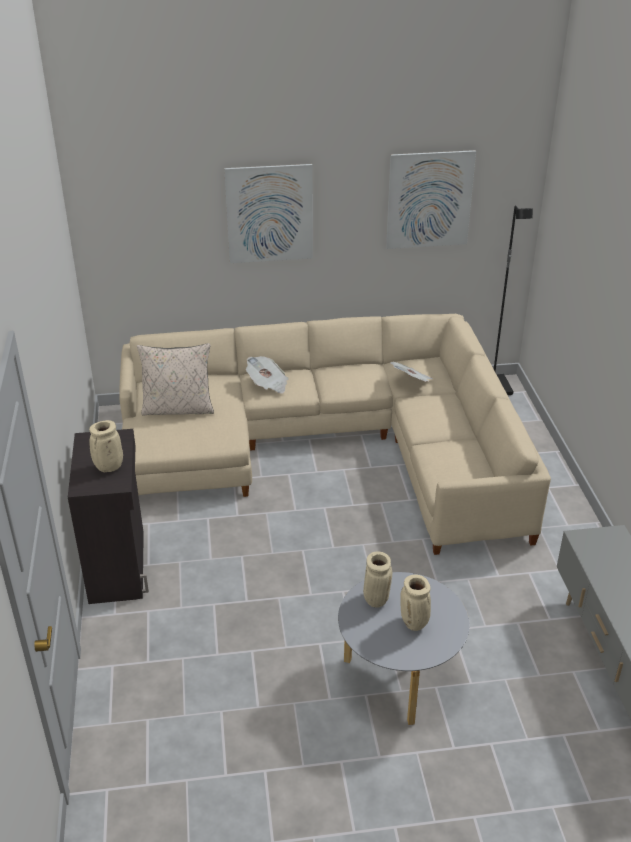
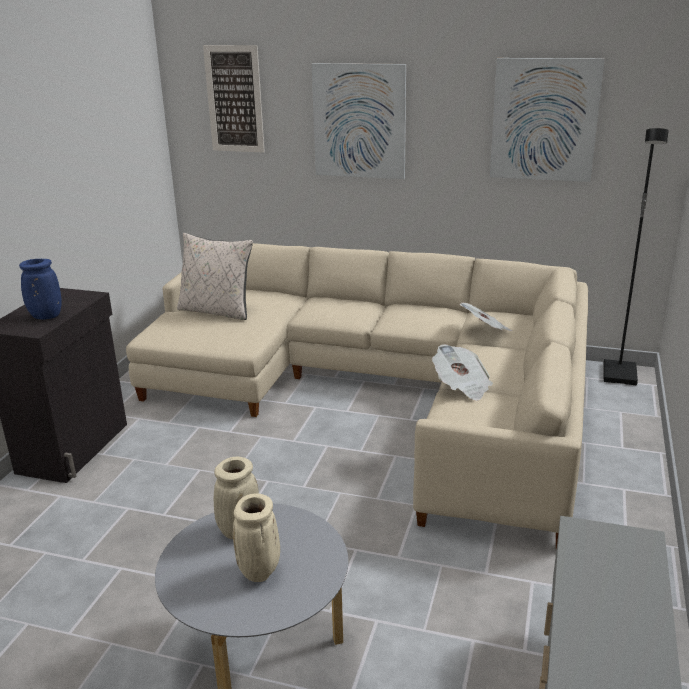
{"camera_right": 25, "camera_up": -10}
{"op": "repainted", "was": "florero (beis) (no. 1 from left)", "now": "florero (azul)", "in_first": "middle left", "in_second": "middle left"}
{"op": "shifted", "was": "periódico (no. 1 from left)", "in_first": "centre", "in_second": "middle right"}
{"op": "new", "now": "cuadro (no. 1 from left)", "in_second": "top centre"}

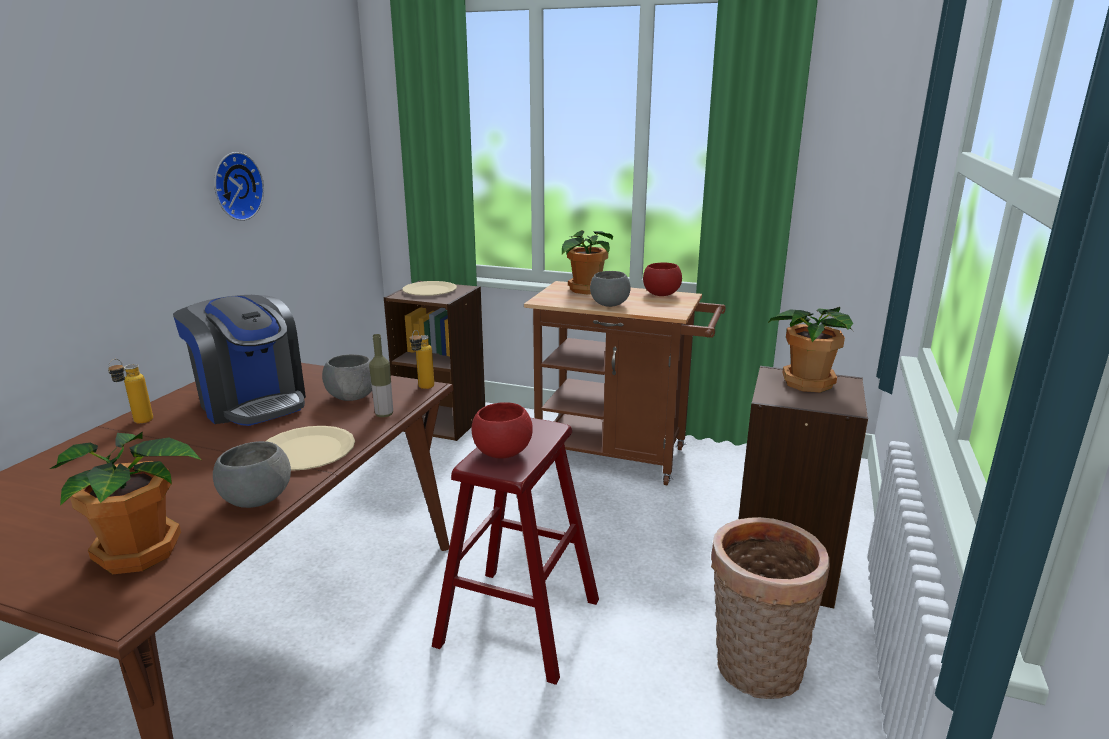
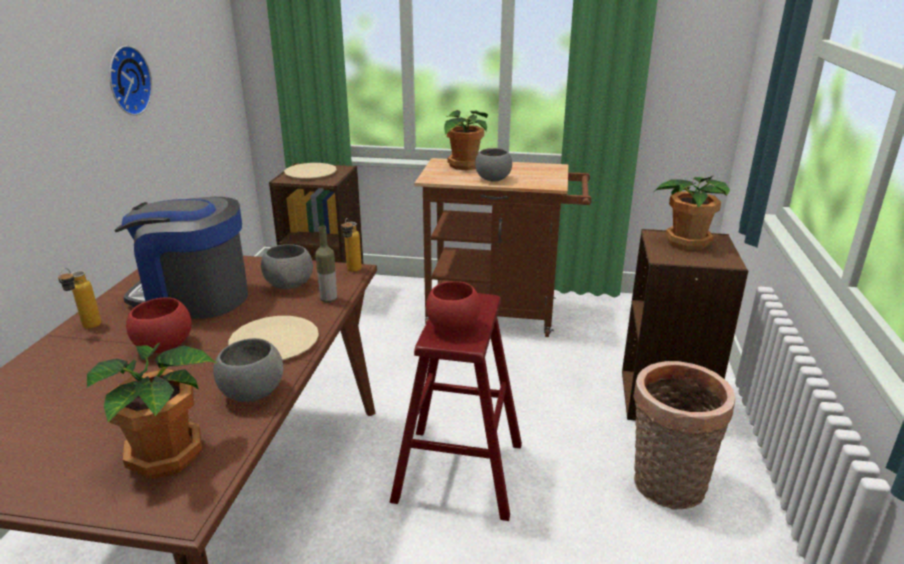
{"camera_right": -10, "camera_up": 5}
{"op": "rotated", "was": "cafetera", "in_first": "middle left", "in_second": "middle left", "clockwise": 150}
{"op": "shifted", "was": "cuenco (rojo) (no. 2 from left in the first image)", "now": "cuenco (rojo) (no. 1 from left)", "in_first": "centre", "in_second": "middle left"}

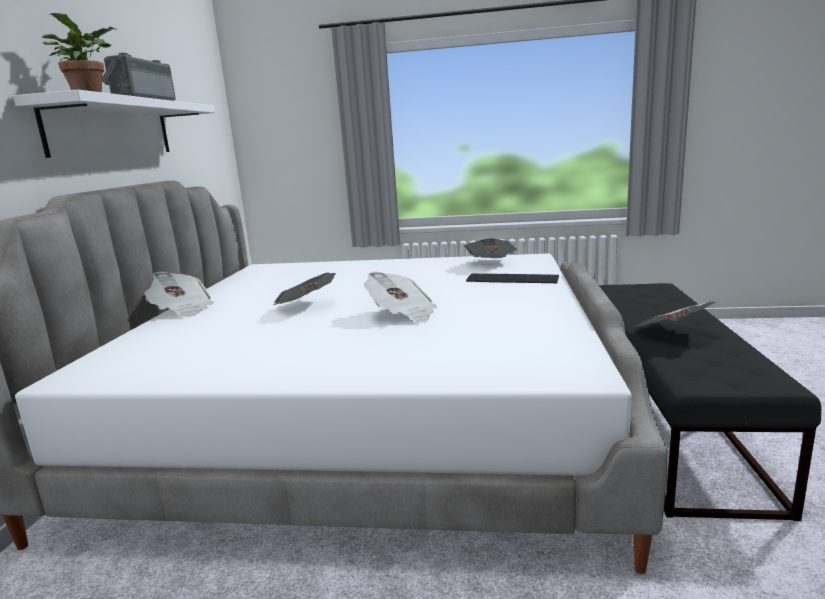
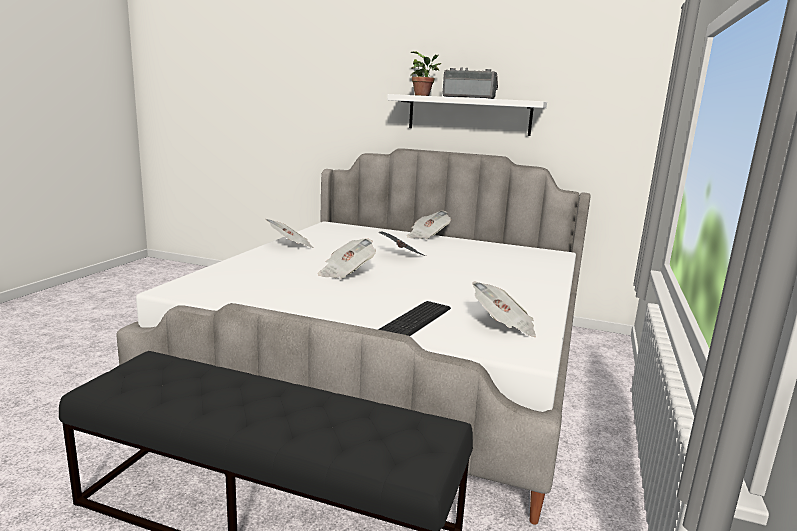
{"camera_right": 100, "camera_up": 0}
{"op": "shifted", "was": "periódico (no. 5 from left in the first image)", "now": "periódico (no. 1 from left)", "in_first": "middle right", "in_second": "centre"}

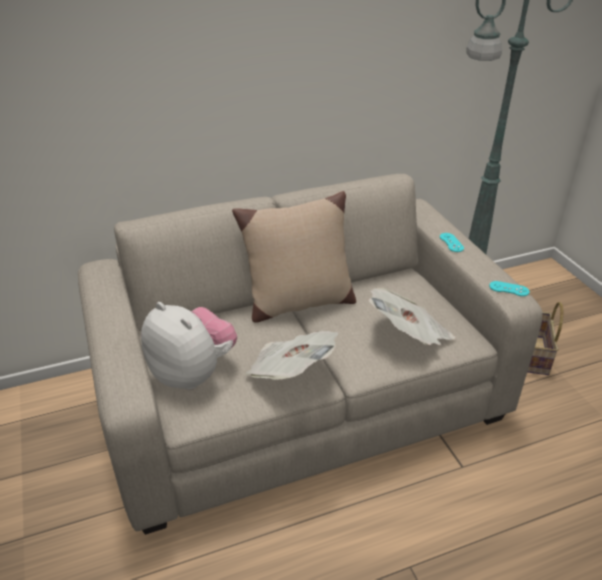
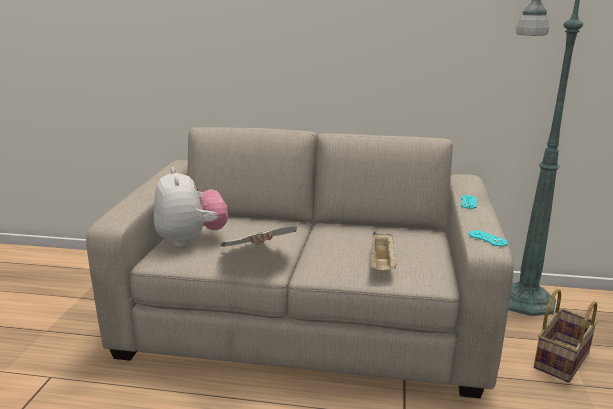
{"camera_right": 30, "camera_up": -15}
{"op": "gone", "was": "cojín (beis)", "in_first": "centre"}
{"op": "swapped", "was": "periódico (no. 2 from left)", "now": "bandeja (beis)", "in_first": "middle right", "in_second": "centre"}

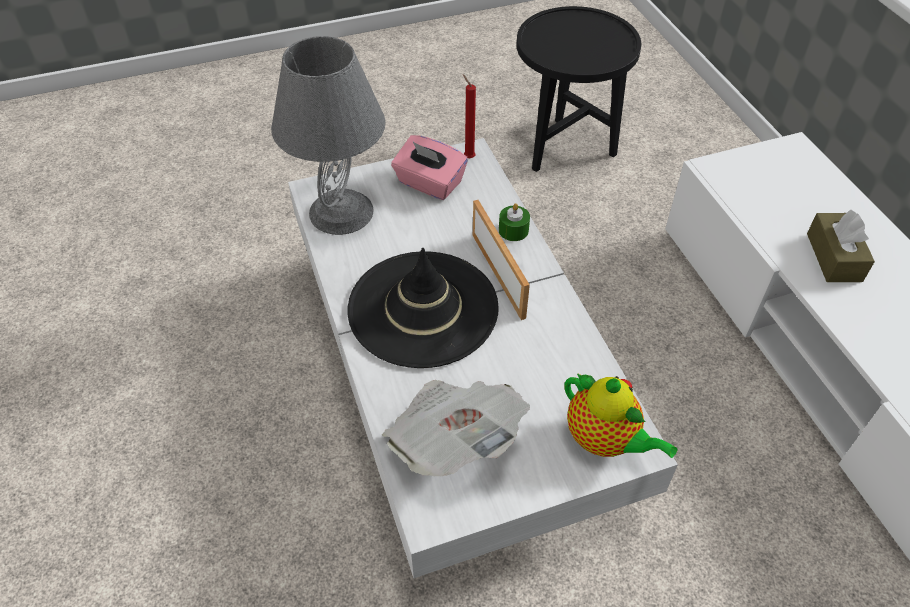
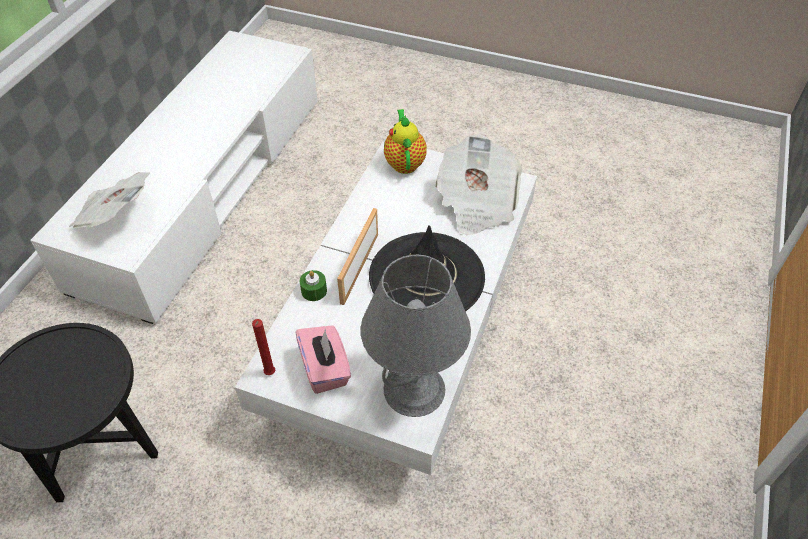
{"camera_right": -140, "camera_up": 0}
{"op": "gone", "was": "caja de pañuelos (marrón)", "in_first": "middle right"}
{"op": "new", "now": "periódico (no. 1 from left)", "in_second": "middle left"}

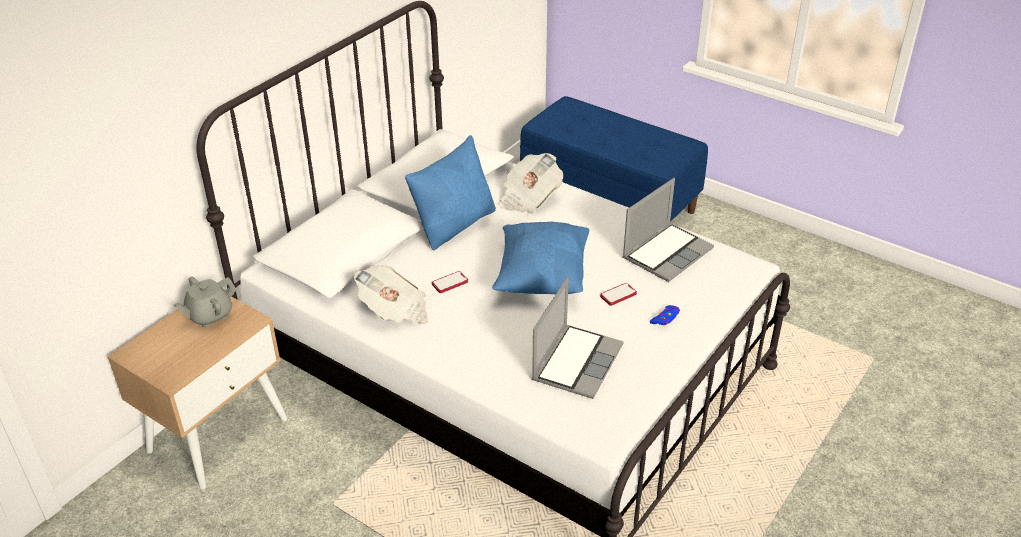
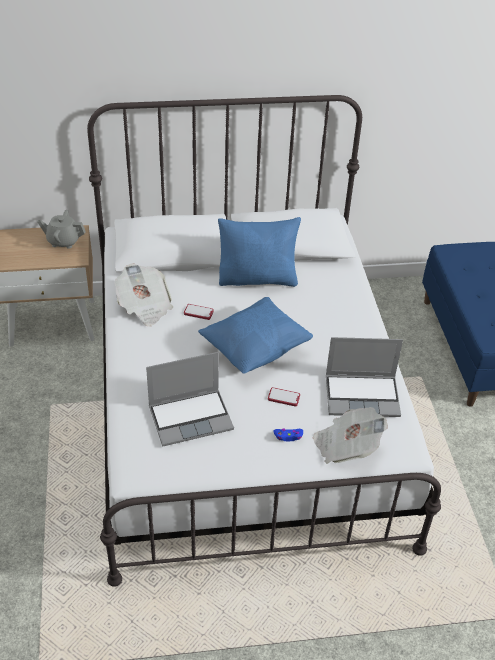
{"camera_right": 45, "camera_up": 5}
{"op": "shifted", "was": "periódico (no. 2 from left)", "in_first": "centre", "in_second": "middle right"}

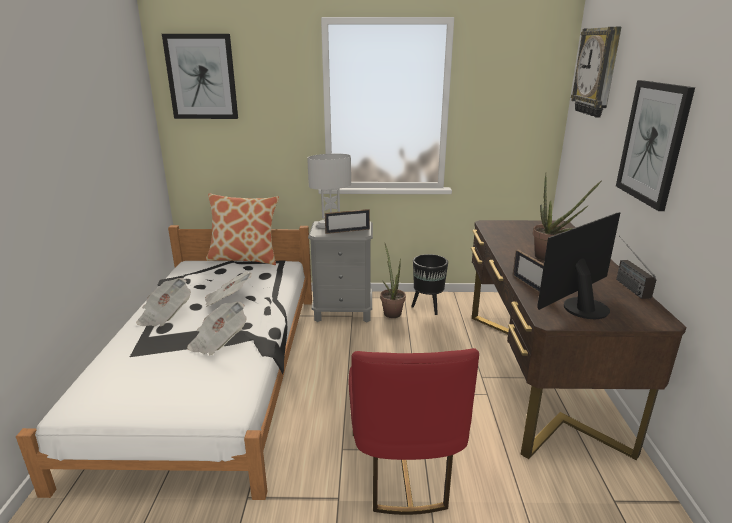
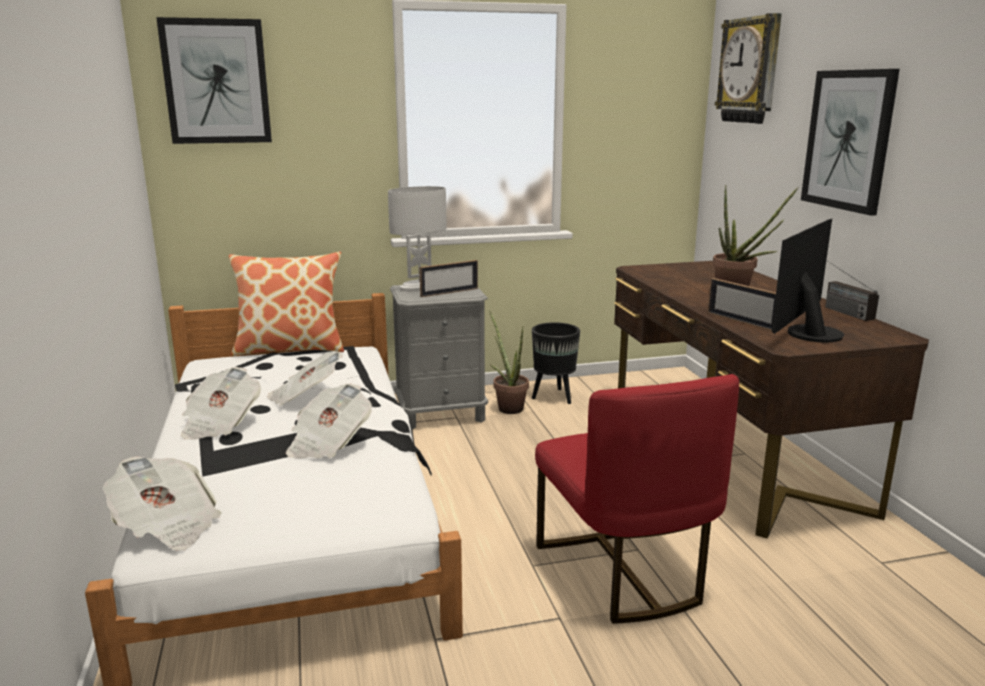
{"camera_right": -15, "camera_up": -5}
{"op": "new", "now": "periódico (no. 1 from left)", "in_second": "bottom left"}

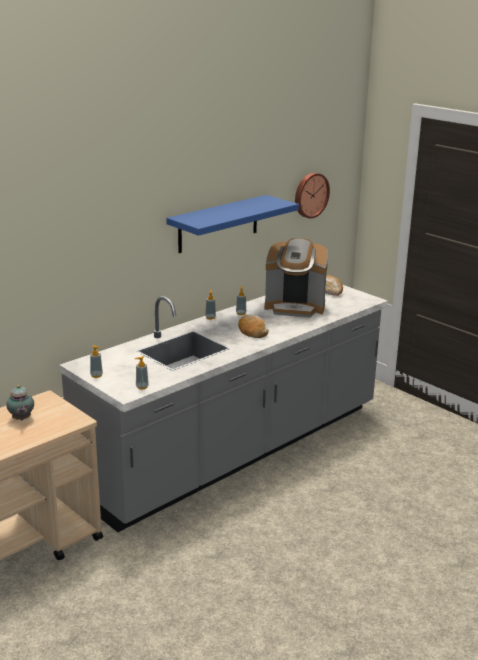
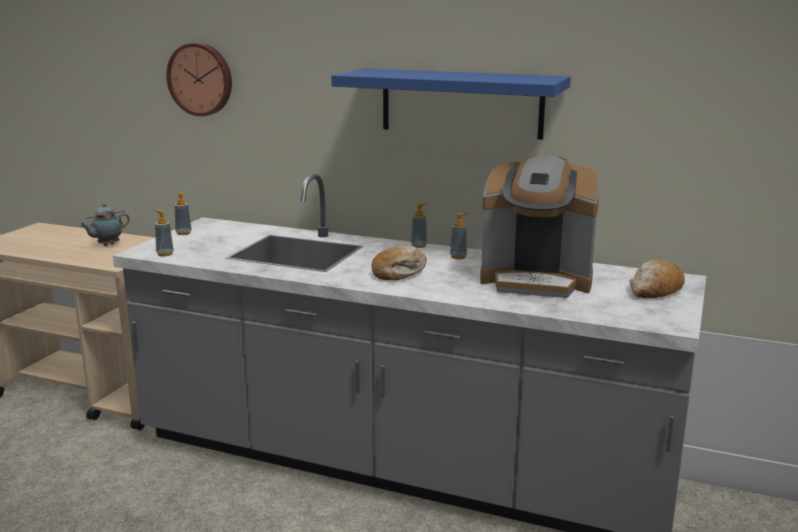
{"camera_right": 65, "camera_up": -5}
{"op": "rotated", "was": "cafetera", "in_first": "centre", "in_second": "middle right", "clockwise": -60}
{"op": "shifted", "was": "reloj de pared", "in_first": "top centre", "in_second": "top left"}

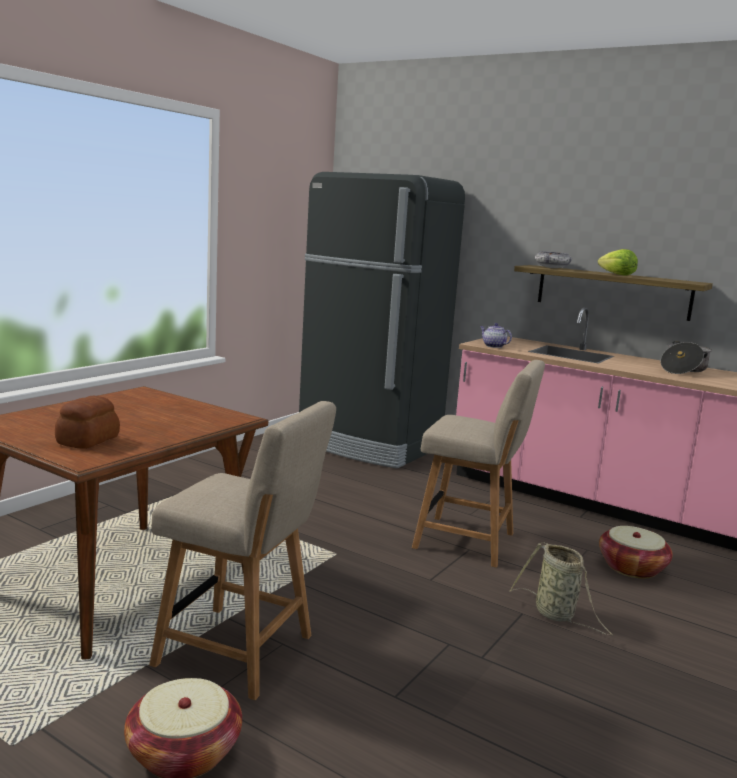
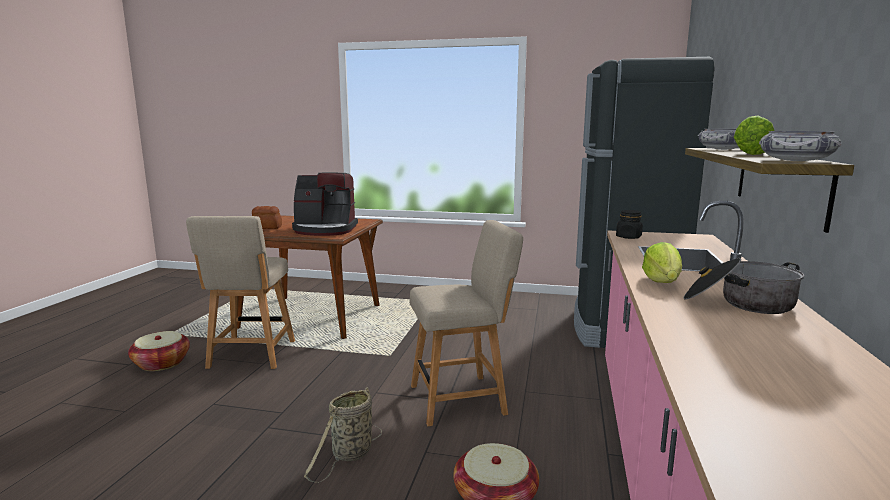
{"camera_right": 70, "camera_up": 0}
{"op": "rotated", "was": "silla (beis) (no. 2 from left)", "in_first": "centre", "in_second": "centre", "clockwise": -105}
{"op": "swapped", "was": "tetera", "now": "tarro (negro)", "in_first": "middle right", "in_second": "middle right"}
{"op": "new", "now": "cafetera", "in_second": "centre"}
{"op": "new", "now": "lechuga (no. 1 from left)", "in_second": "middle right"}
{"op": "new", "now": "cuenco (no. 2 from left)", "in_second": "top right"}

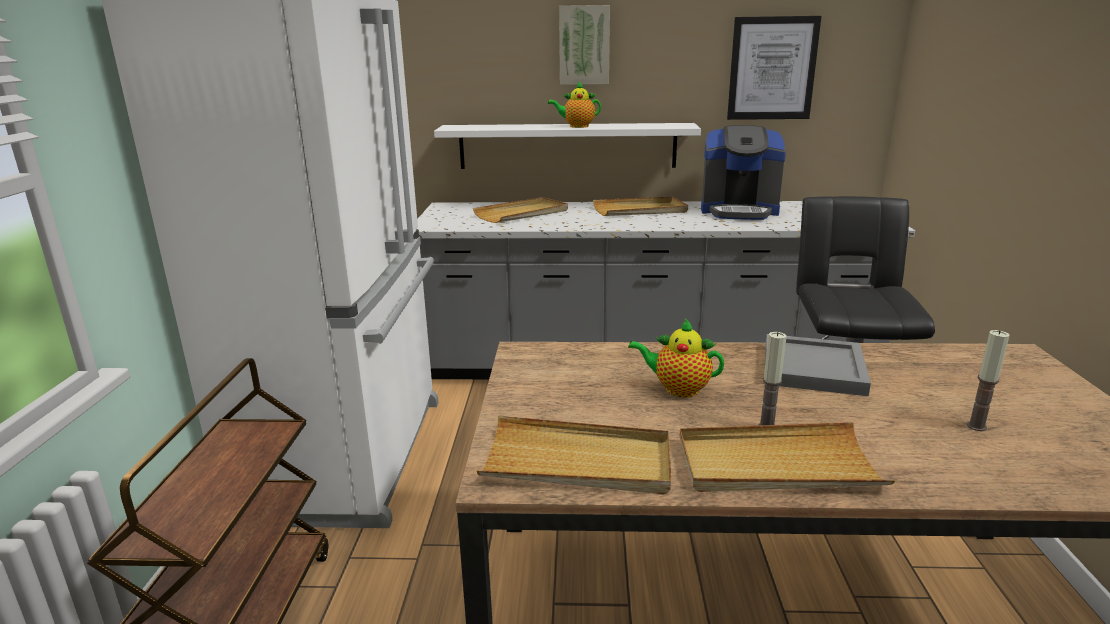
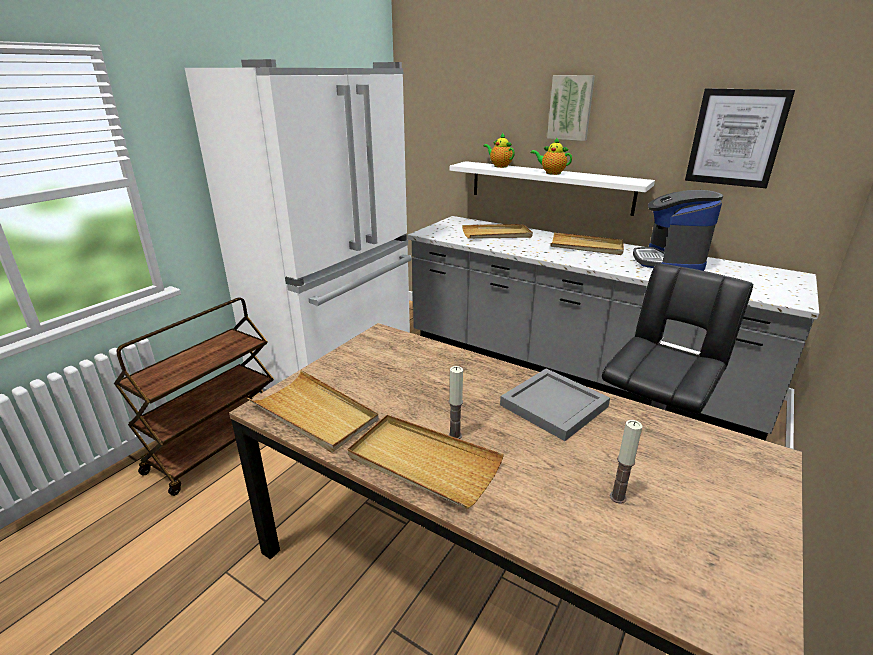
{"camera_right": 30, "camera_up": 5}
{"op": "shifted", "was": "tetera (no. 2 from left in the first image)", "now": "tetera (no. 1 from left)", "in_first": "centre", "in_second": "top centre"}
{"op": "rotated", "was": "cafetera", "in_first": "top right", "in_second": "middle right", "clockwise": 60}

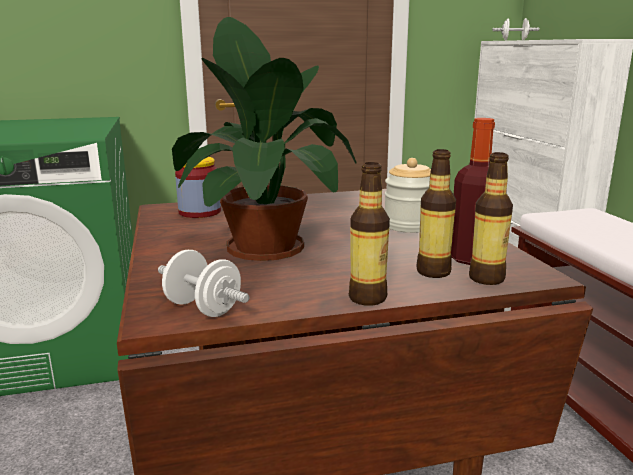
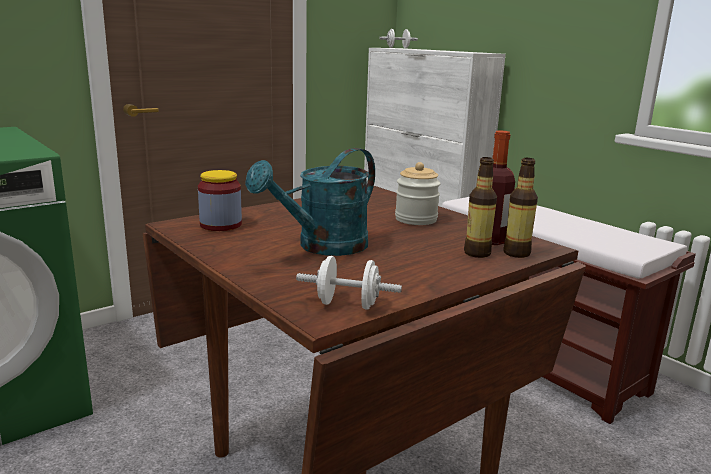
{"camera_right": -25, "camera_up": 0}
{"op": "swapped", "was": "planta en maceta", "now": "regadera (turquesa)", "in_first": "top centre", "in_second": "centre"}
{"op": "gone", "was": "botella (no. 1 from left)", "in_first": "centre"}

